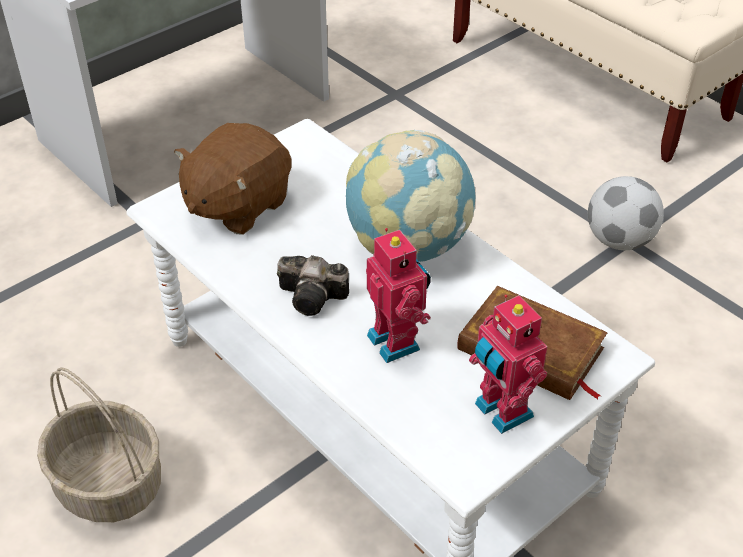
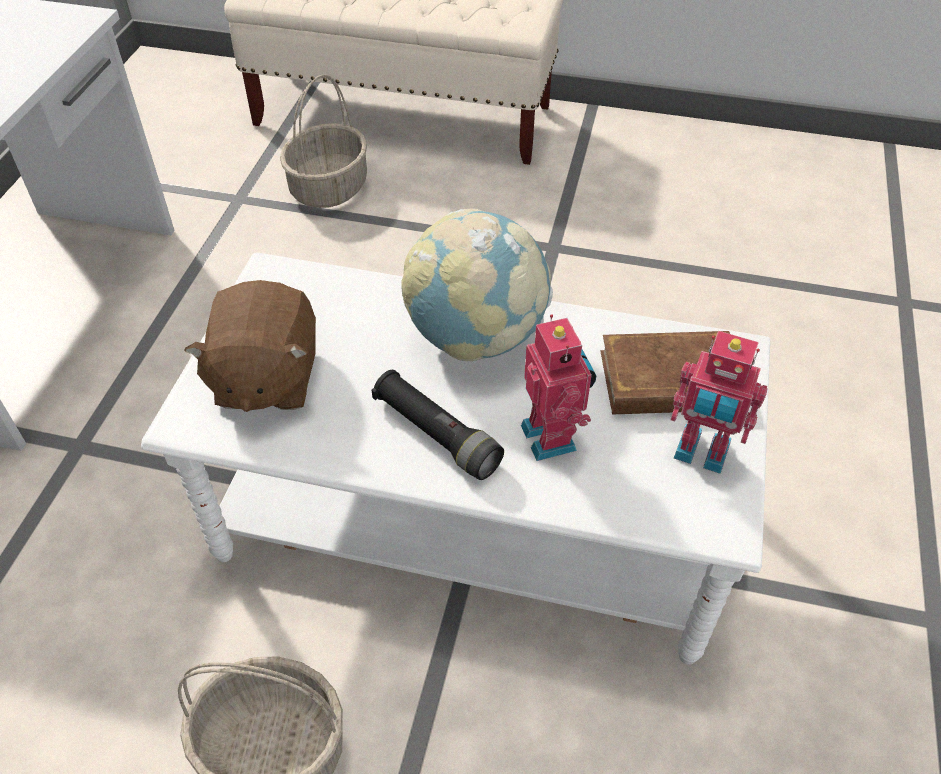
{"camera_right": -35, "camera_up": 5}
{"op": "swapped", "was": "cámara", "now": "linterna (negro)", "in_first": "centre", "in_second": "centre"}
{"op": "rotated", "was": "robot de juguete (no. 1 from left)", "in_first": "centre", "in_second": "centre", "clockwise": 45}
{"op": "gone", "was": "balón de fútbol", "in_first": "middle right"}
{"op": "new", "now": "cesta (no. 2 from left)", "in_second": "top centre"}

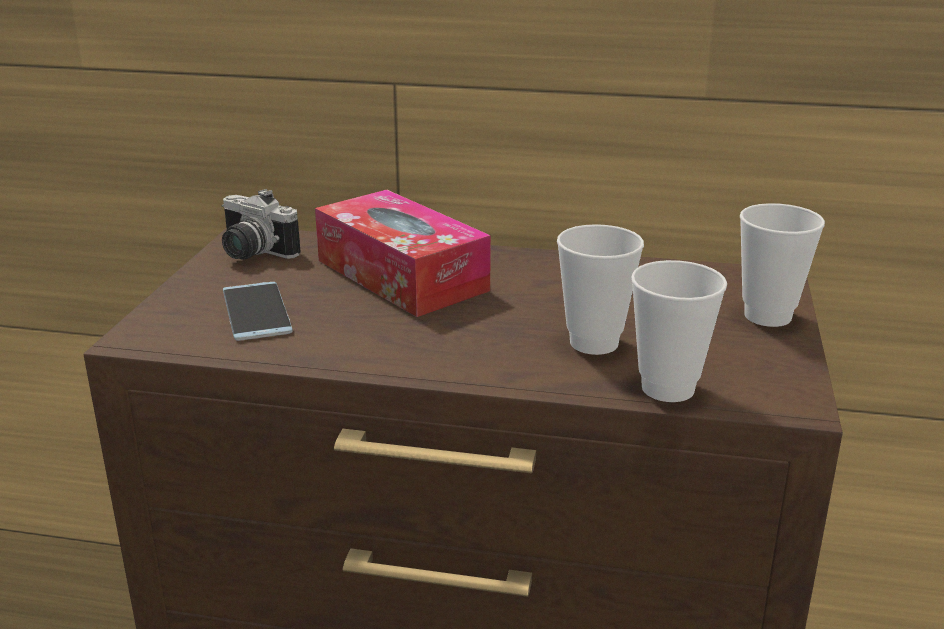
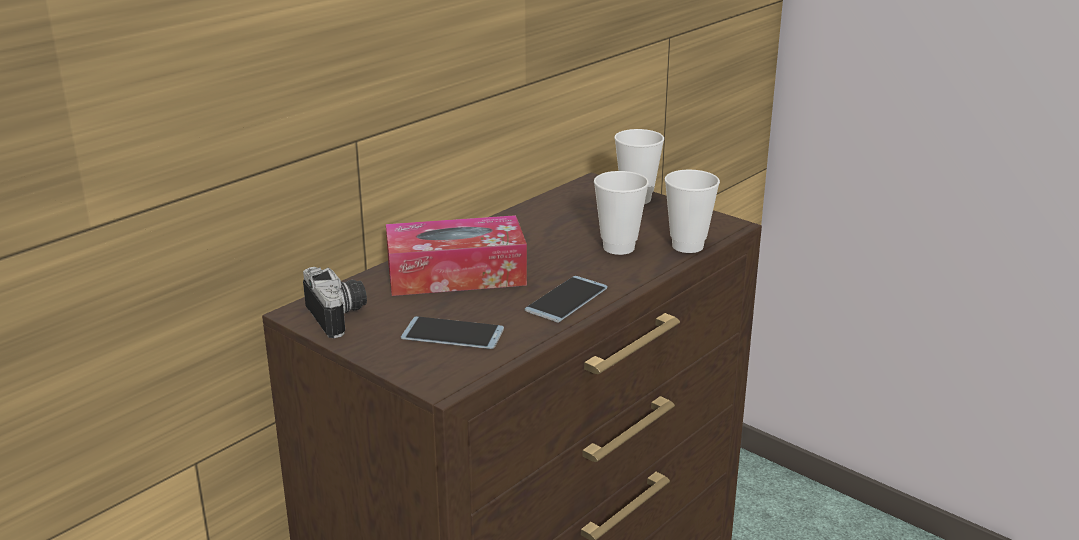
{"camera_right": -60, "camera_up": 0}
{"op": "rotated", "was": "cámara", "in_first": "middle left", "in_second": "middle left", "clockwise": -90}
{"op": "new", "now": "móvil (no. 2 from left)", "in_second": "centre"}

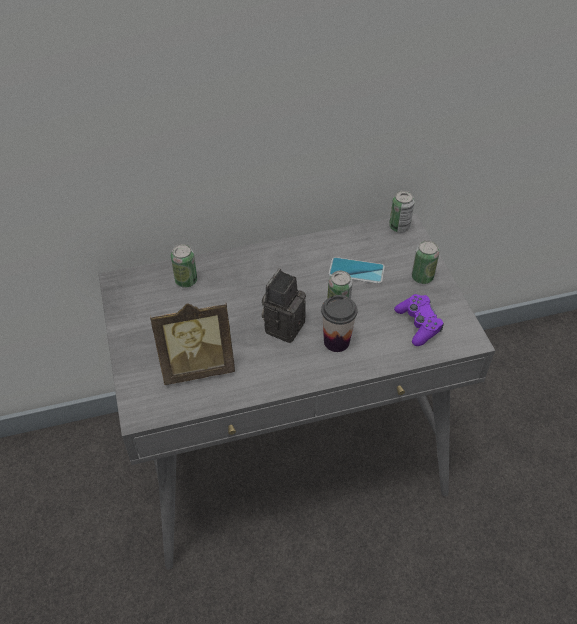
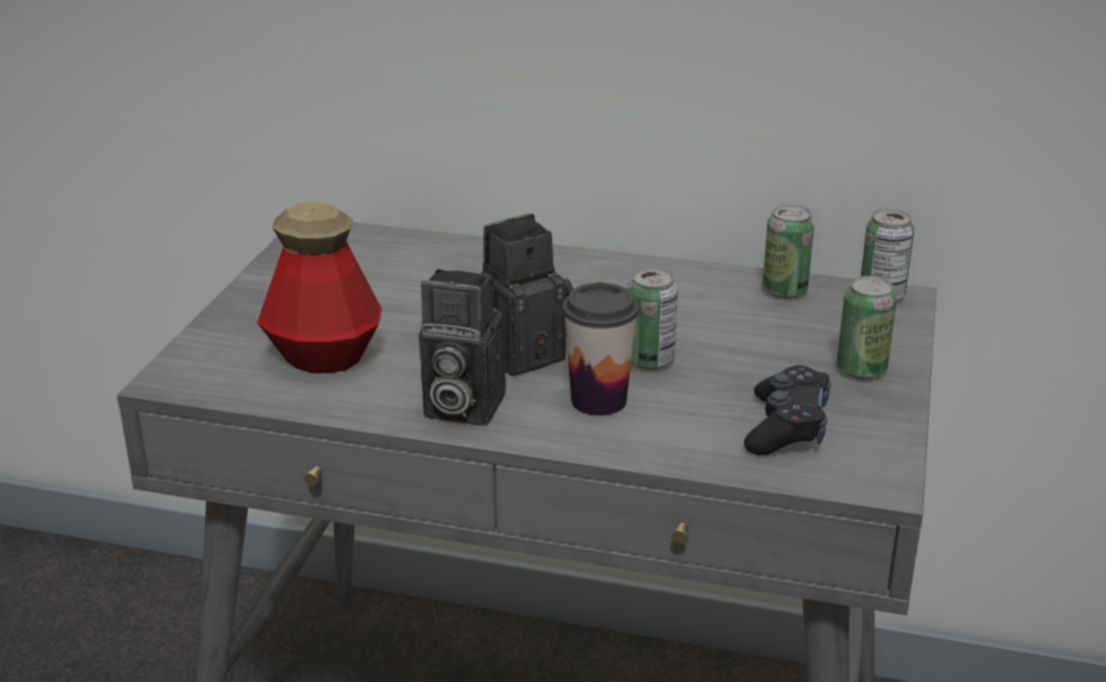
{"camera_right": 30, "camera_up": -20}
{"op": "swapped", "was": "portarretratos", "now": "botella", "in_first": "middle left", "in_second": "middle left"}
{"op": "shifted", "was": "lata (no. 1 from left in the first image)", "now": "lata (no. 2 from left)", "in_first": "middle left", "in_second": "middle right"}
{"op": "gone", "was": "móvil", "in_first": "centre"}
{"op": "repainted", "was": "mando de consola (morado)", "now": "mando de consola (negro)", "in_first": "middle right", "in_second": "middle right"}
{"op": "new", "now": "cámara (no. 1 from left)", "in_second": "centre"}

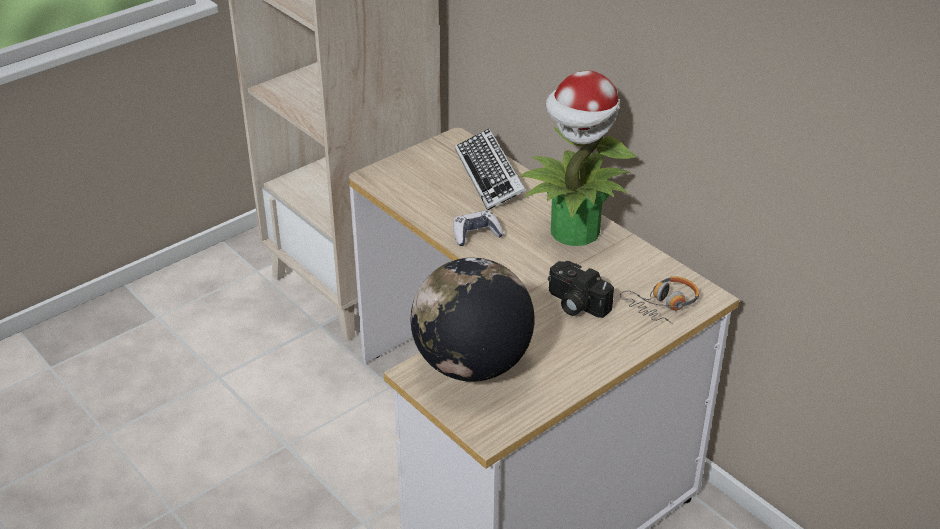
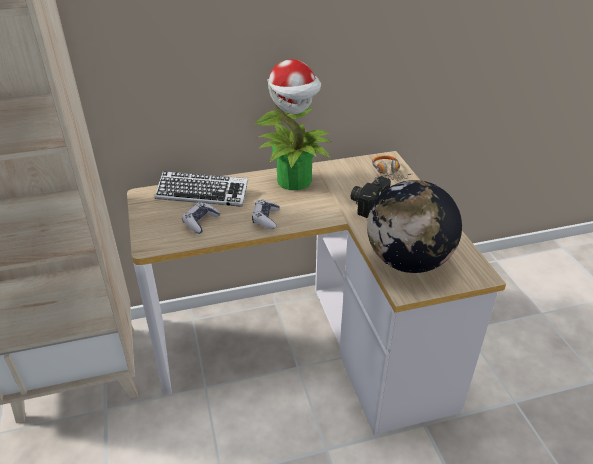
{"camera_right": -65, "camera_up": 0}
{"op": "rotated", "was": "cámara", "in_first": "centre", "in_second": "centre", "clockwise": 150}
{"op": "new", "now": "mando de consola (no. 1 from left)", "in_second": "centre"}

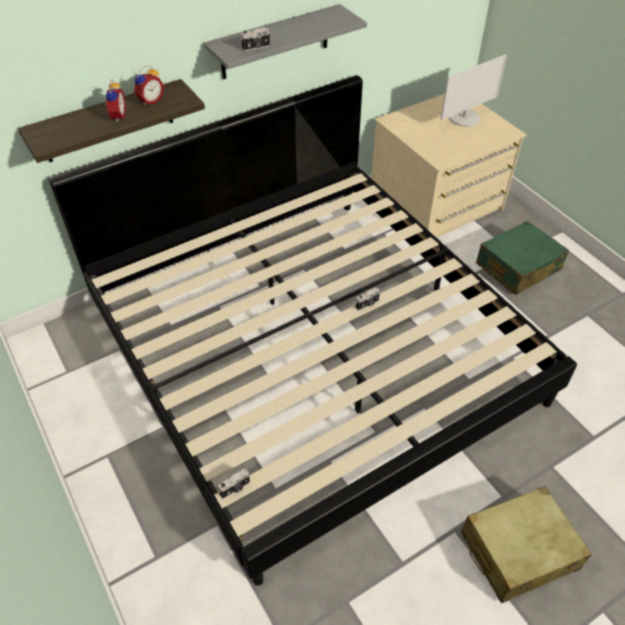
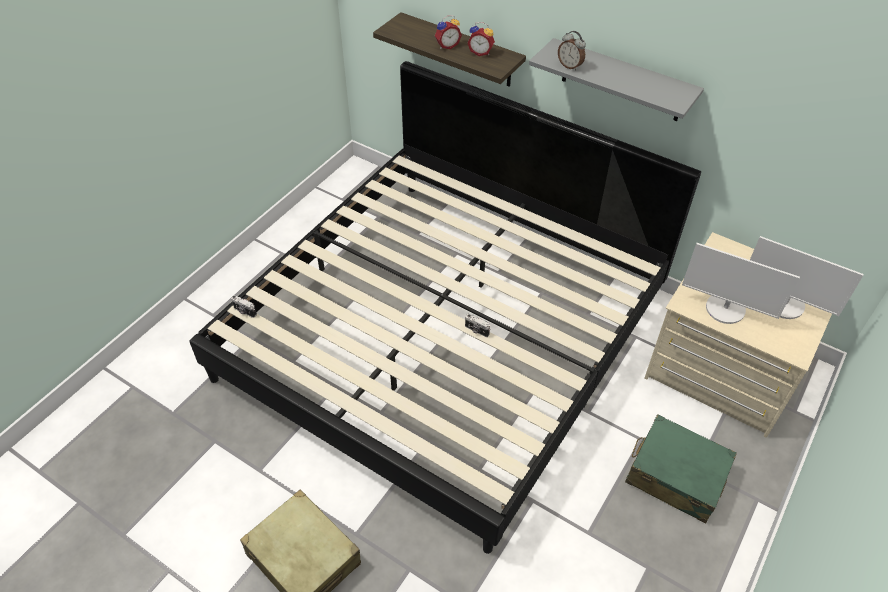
{"camera_right": 65, "camera_up": 0}
{"op": "swapped", "was": "cámara (no. 2 from left)", "now": "despertador (no. 3 from left)", "in_first": "top centre", "in_second": "top centre"}
{"op": "new", "now": "monitor (no. 1 from left)", "in_second": "middle right"}

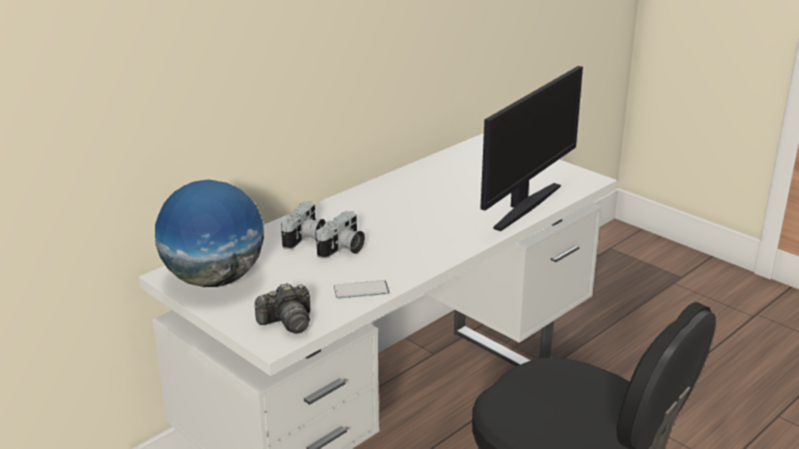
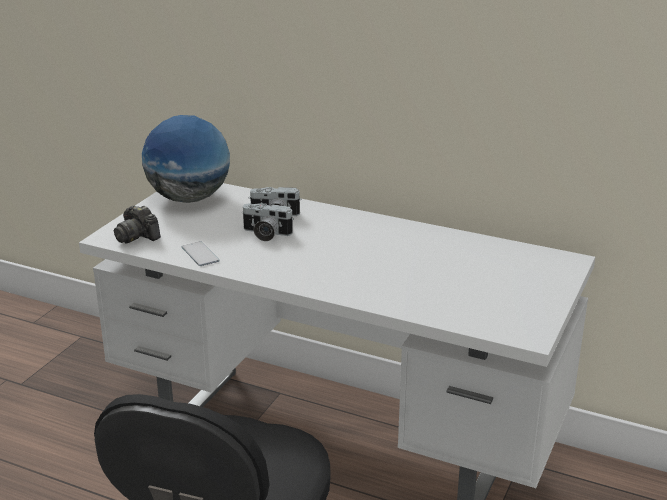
{"camera_right": 70, "camera_up": 0}
{"op": "gone", "was": "monitor", "in_first": "top centre"}

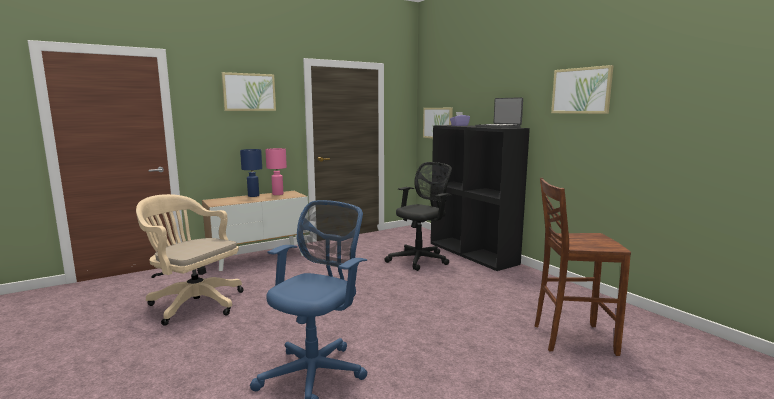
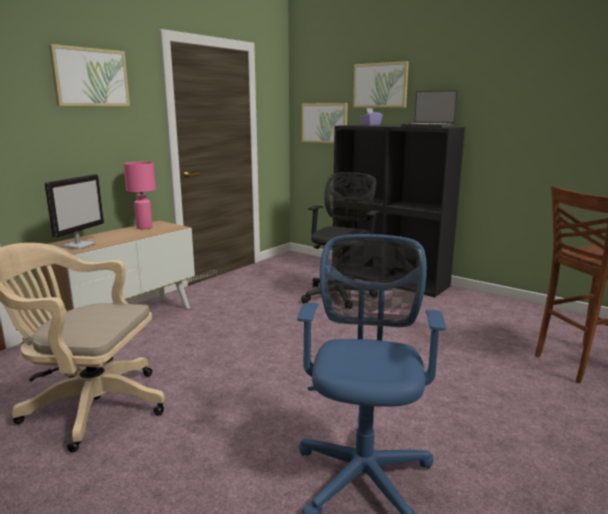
{"camera_right": -20, "camera_up": 5}
{"op": "gone", "was": "lámpara de mesa (azul)", "in_first": "middle left"}
{"op": "shifted", "was": "cuadro (no. 3 from left)", "in_first": "top right", "in_second": "top centre"}
{"op": "new", "now": "monitor", "in_second": "middle left"}

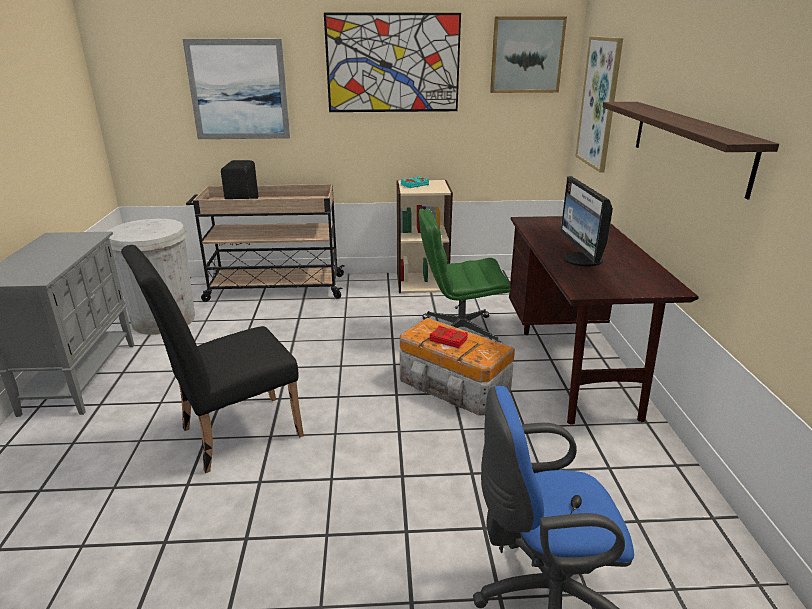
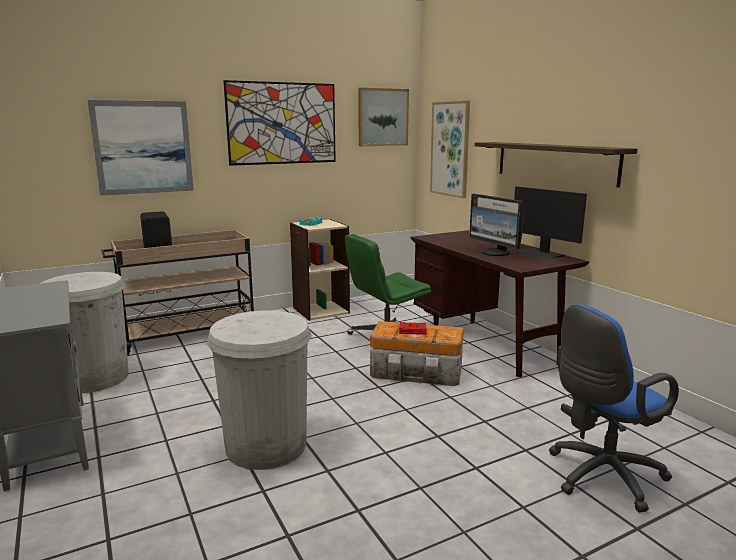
{"camera_right": -25, "camera_up": -10}
{"op": "swapped", "was": "silla (negro)", "now": "papelera (blanco) (no. 2 from left)", "in_first": "middle left", "in_second": "bottom centre"}
{"op": "new", "now": "monitor (no. 2 from left)", "in_second": "middle right"}

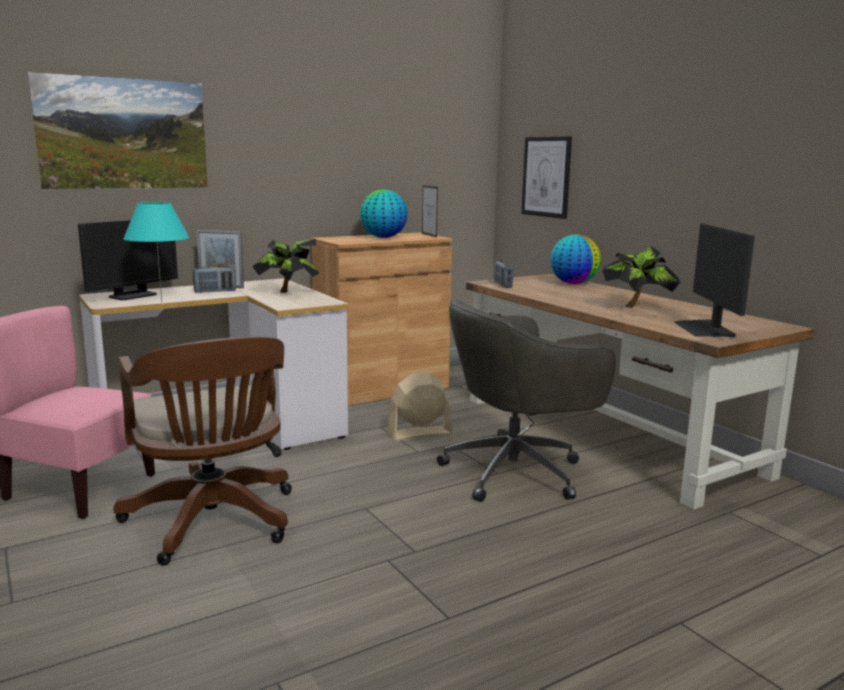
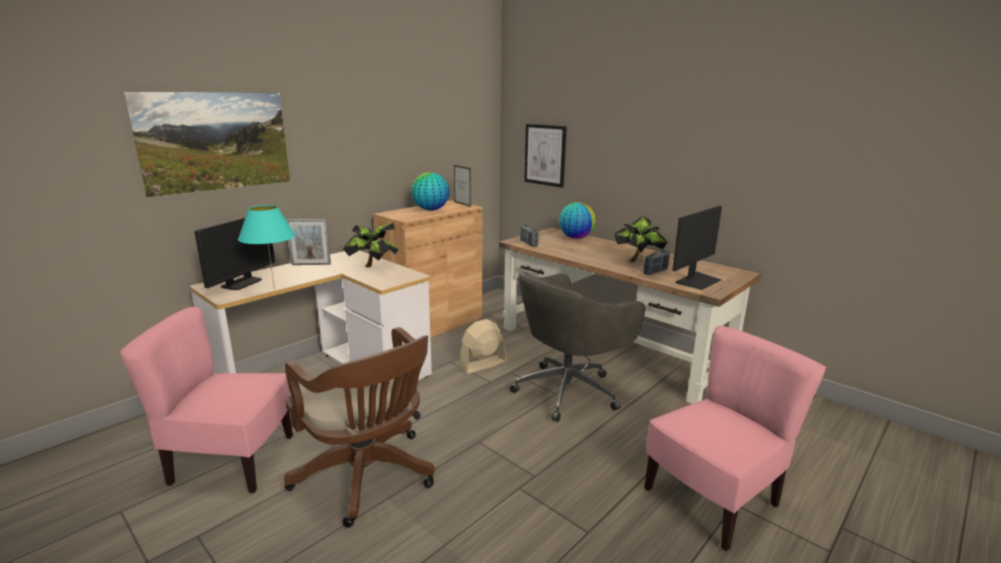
{"camera_right": -15, "camera_up": 5}
{"op": "shifted", "was": "radio (no. 1 from left in the first image)", "now": "radio (no. 2 from left)", "in_first": "middle left", "in_second": "centre"}
{"op": "rotated", "was": "monitor (no. 2 from left)", "in_first": "middle right", "in_second": "middle right", "clockwise": -120}
{"op": "new", "now": "silla (rosa) (no. 2 from left)", "in_second": "bottom right"}

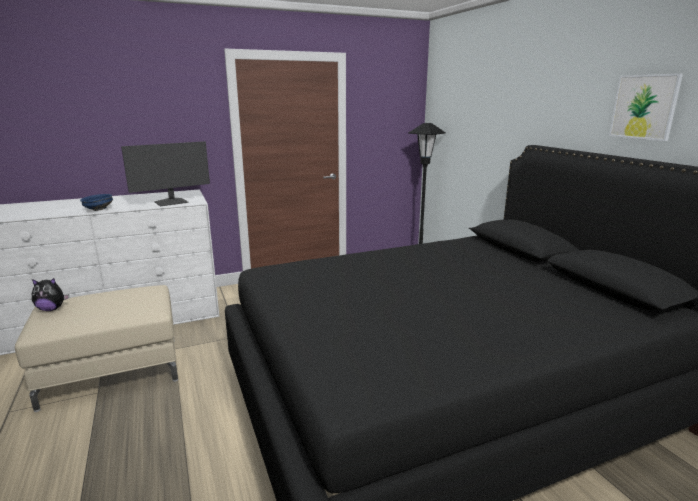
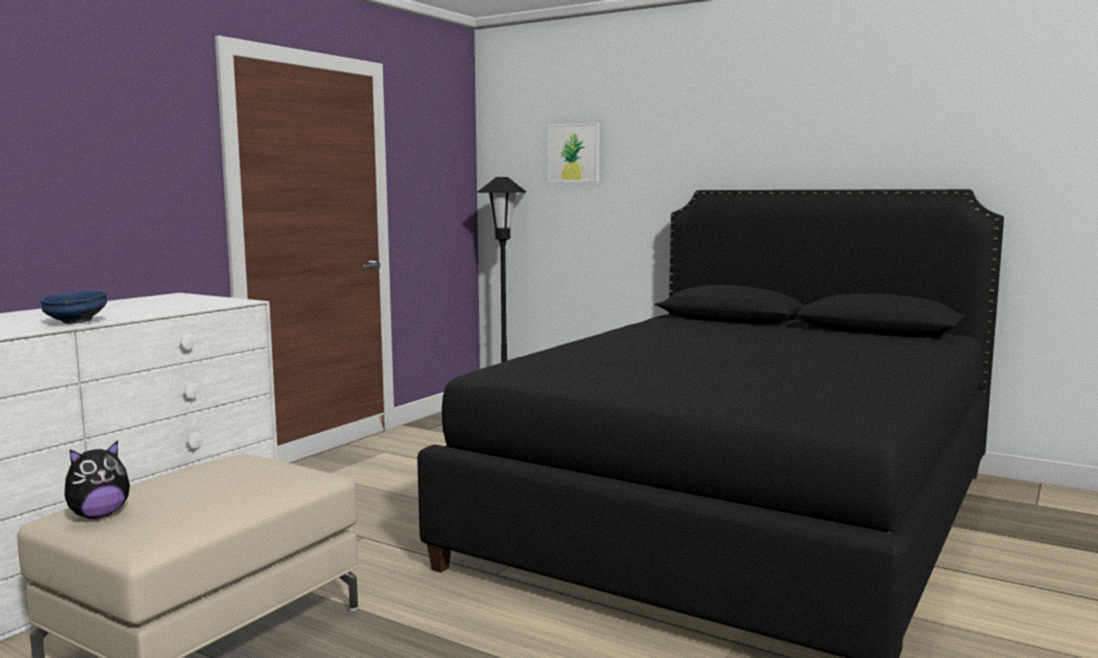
{"camera_right": -35, "camera_up": -10}
{"op": "gone", "was": "monitor", "in_first": "middle left"}
{"op": "shifted", "was": "cuadro", "in_first": "top right", "in_second": "top centre"}

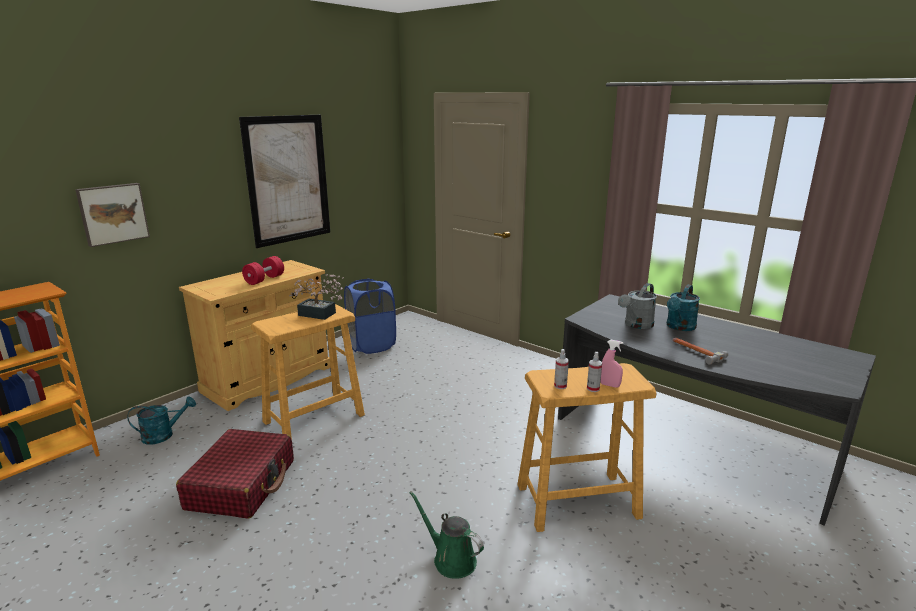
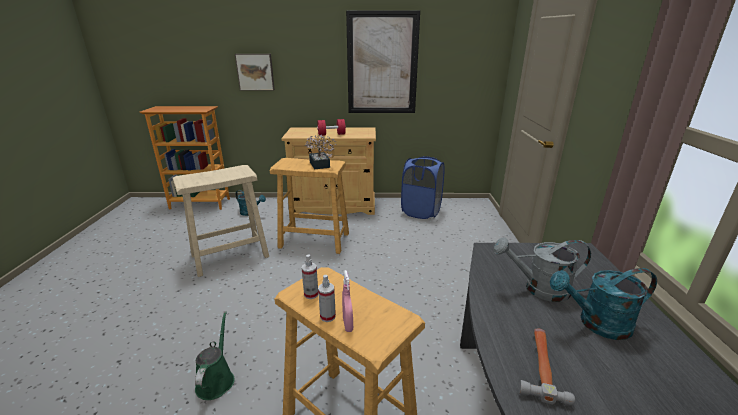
{"camera_right": 50, "camera_up": 5}
{"op": "swapped", "was": "maleta (rojo)", "now": "taburete (beis) (no. 1 from left)", "in_first": "bottom left", "in_second": "middle left"}

